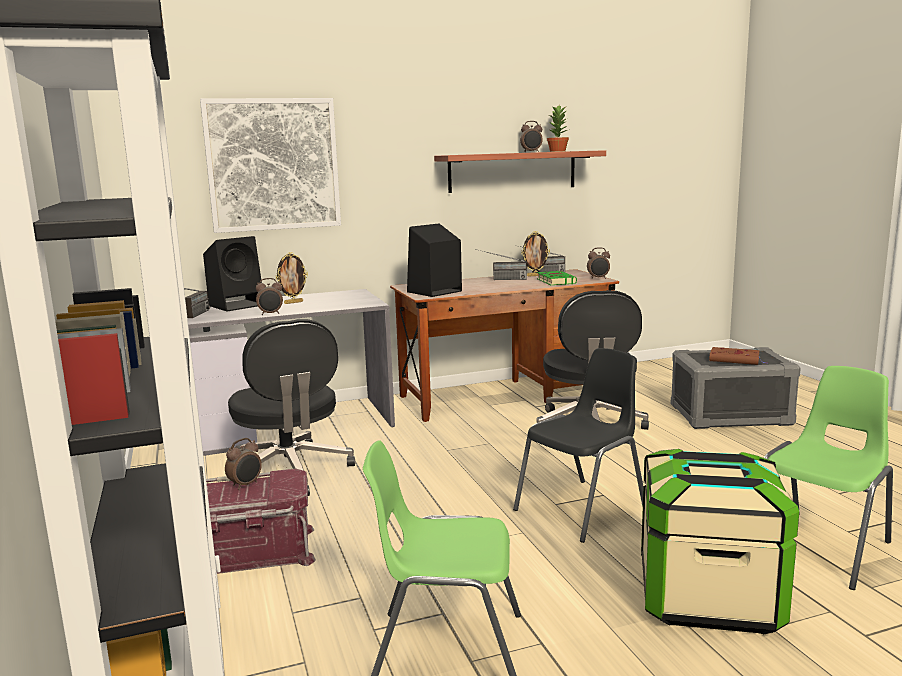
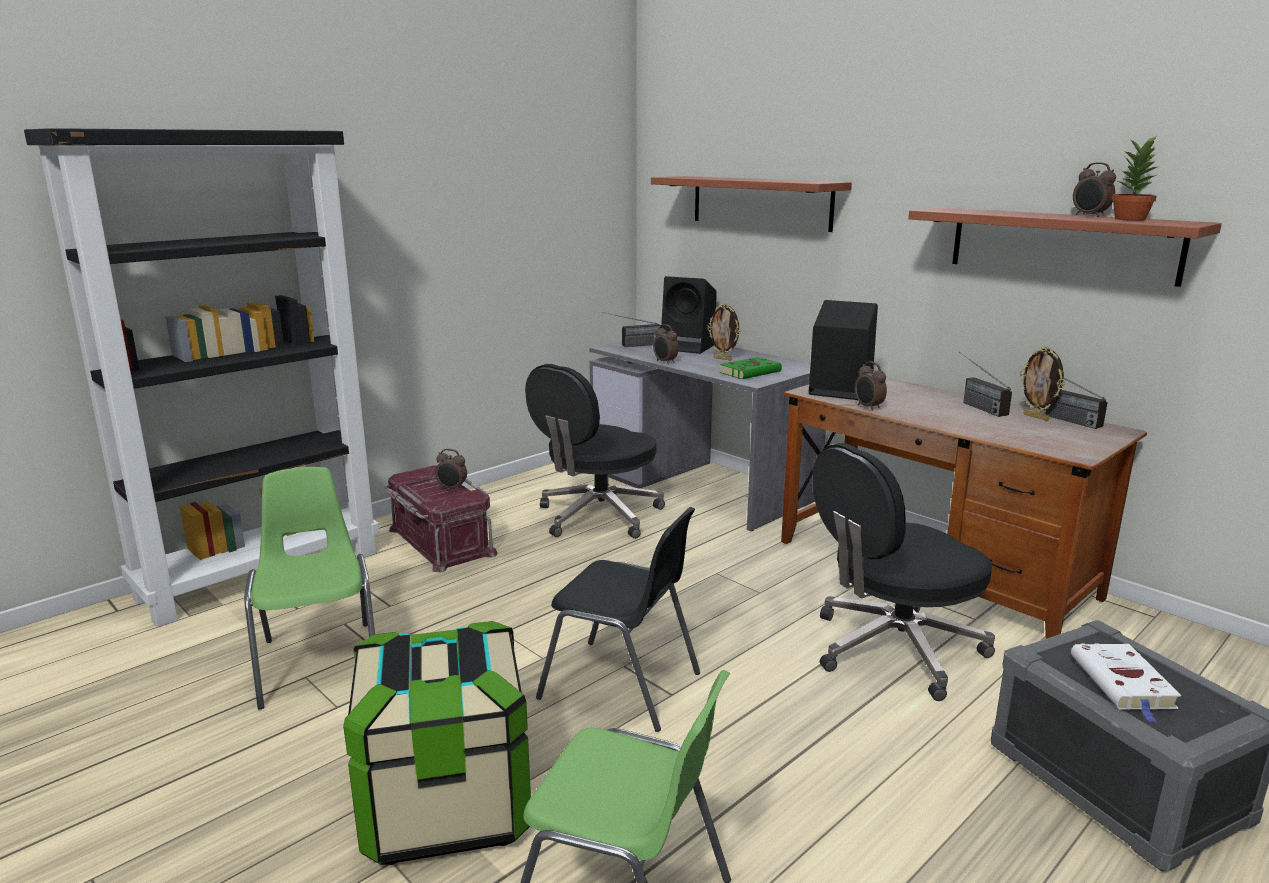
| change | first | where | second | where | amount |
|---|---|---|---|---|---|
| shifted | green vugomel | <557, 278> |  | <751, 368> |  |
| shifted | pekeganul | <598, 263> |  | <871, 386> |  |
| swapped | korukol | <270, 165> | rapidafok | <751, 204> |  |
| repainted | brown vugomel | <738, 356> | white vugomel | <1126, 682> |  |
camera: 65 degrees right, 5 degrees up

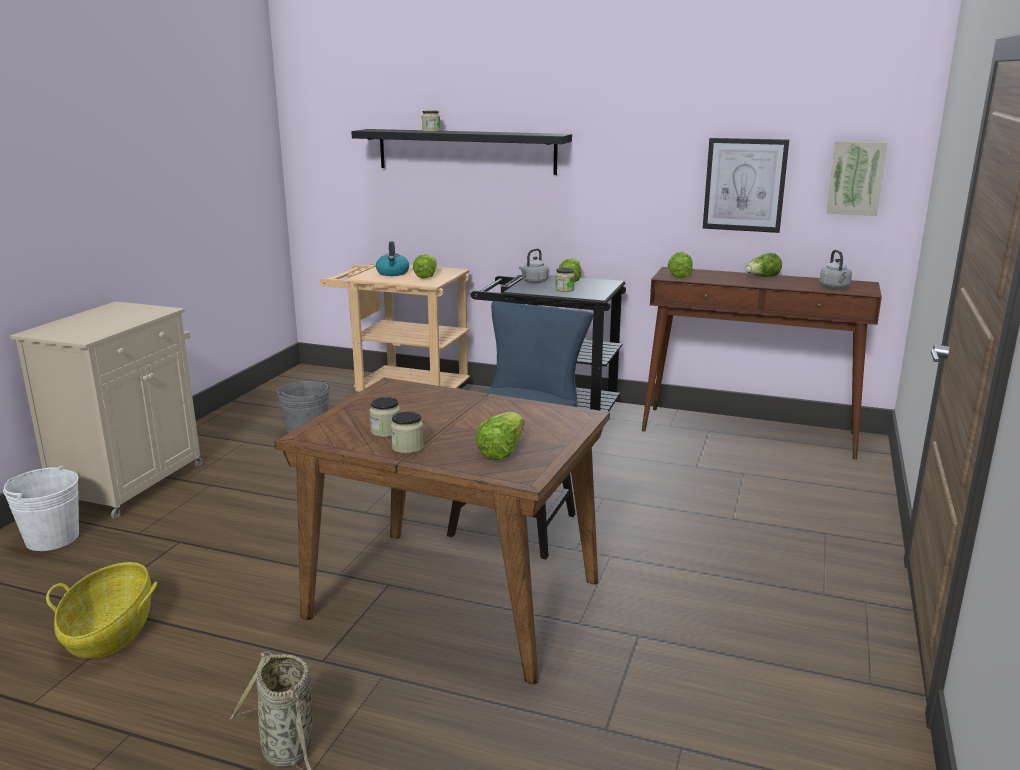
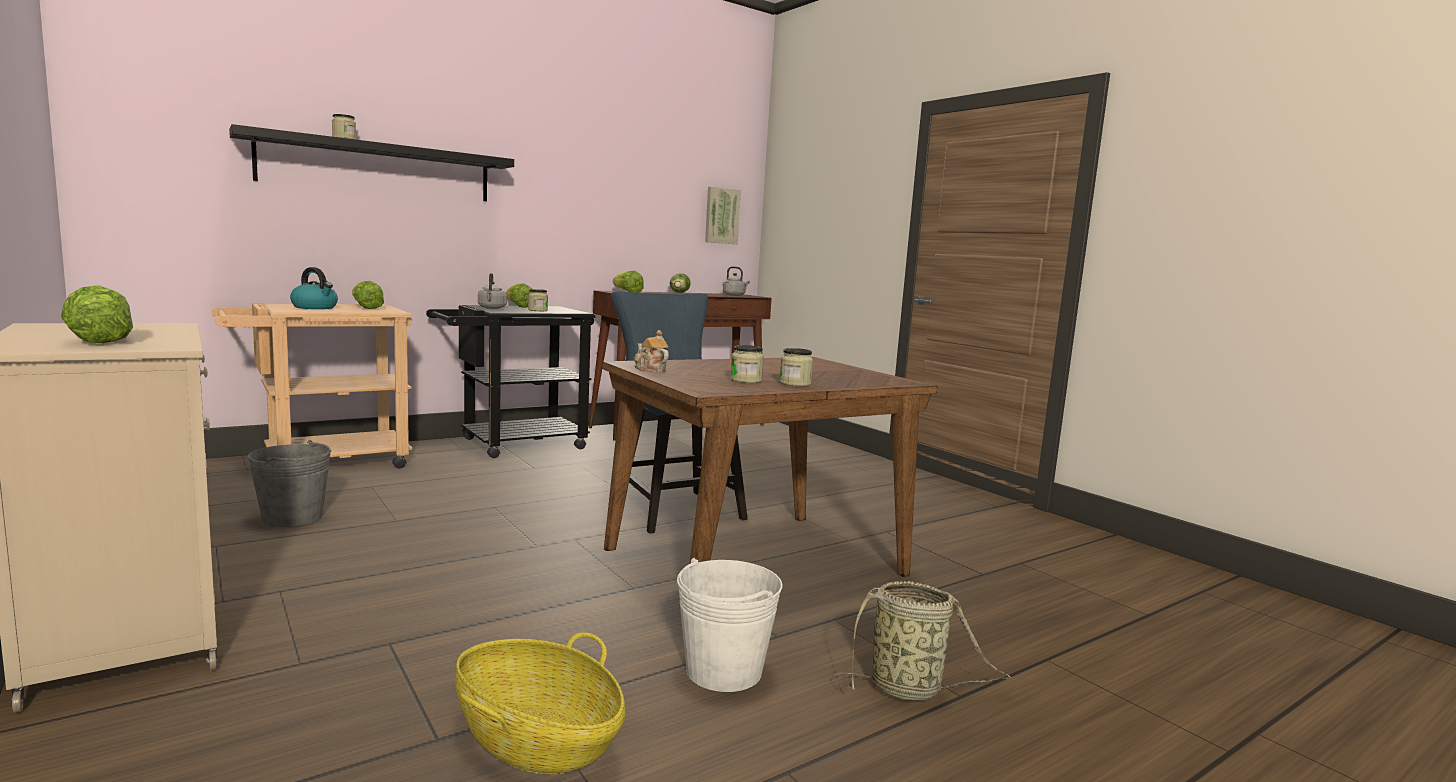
| change | first | where | second | where | amount |
|---|---|---|---|---|---|
| gone | korukol | <746, 185> |  |  |  |
| new |  |  | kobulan | <651, 351> |  |
| shifted | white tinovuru | <41, 508> |  | <729, 625> |  |
| shifted | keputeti | <499, 436> |  | <97, 314> |  |
camera: 55 degrees left, 10 degrees down

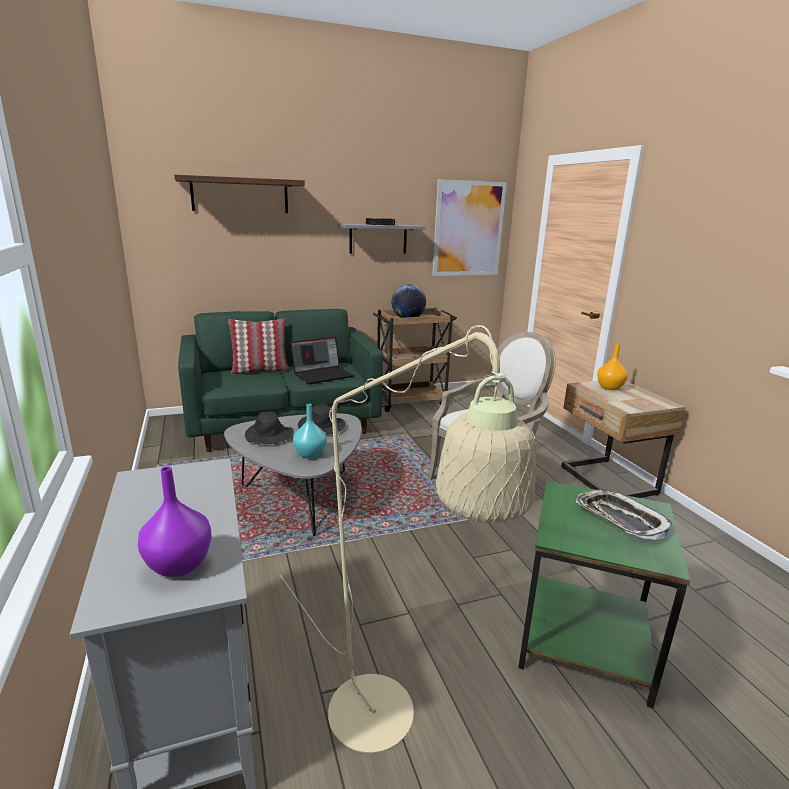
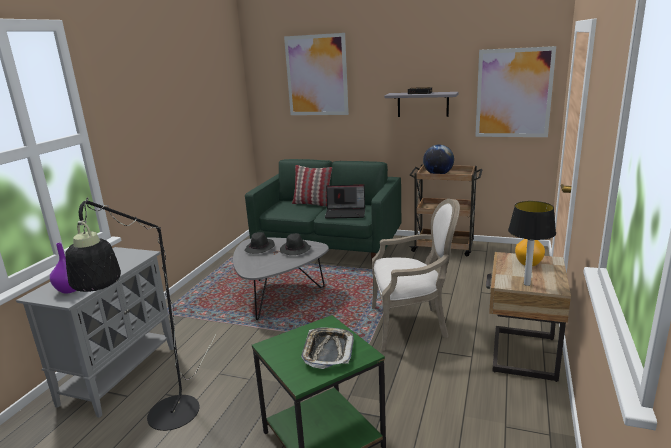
| change | first | where | second | where | amount |
|---|---|---|---|---|---|
| gone | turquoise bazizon | <310, 431> |  |  |  |
| new |  |  | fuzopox | <532, 243> |  |
| swapped | rapidafok | <239, 194> | korukol | <316, 74> |  |
| repainted | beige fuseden | <408, 539> | black fuseden | <140, 314> |  |
camera: 40 degrees right, 0 degrees up

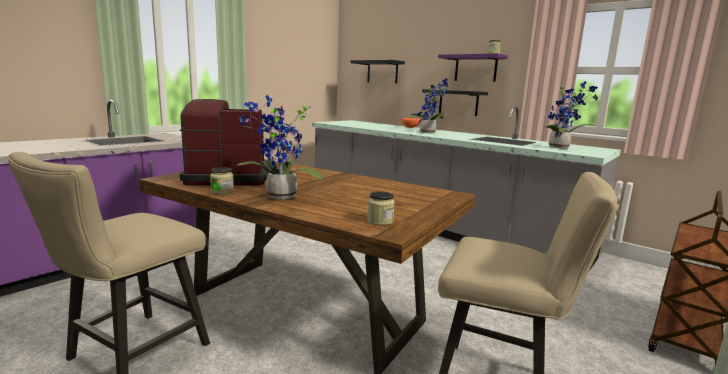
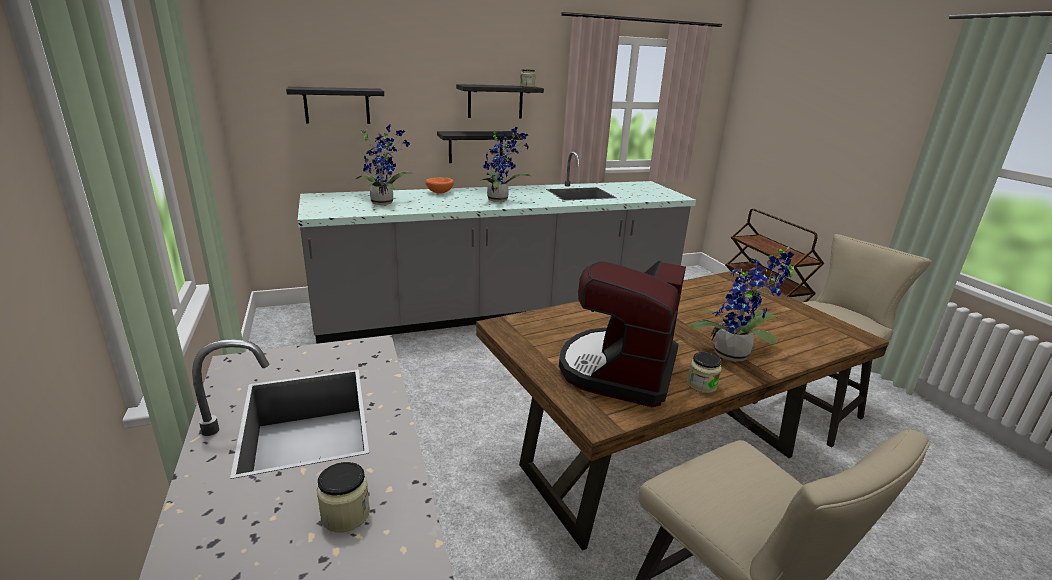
| change | first | where | second | where | amount |
|---|---|---|---|---|---|
| shifted | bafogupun | <381, 208> |  | <343, 497> |  |
| shifted | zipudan | <572, 115> |  | <384, 164> |  |
| repainted | purple rapidafok | <473, 67> | black rapidafok | <500, 101> |  |
camera: 60 degrees left, 10 degrees up

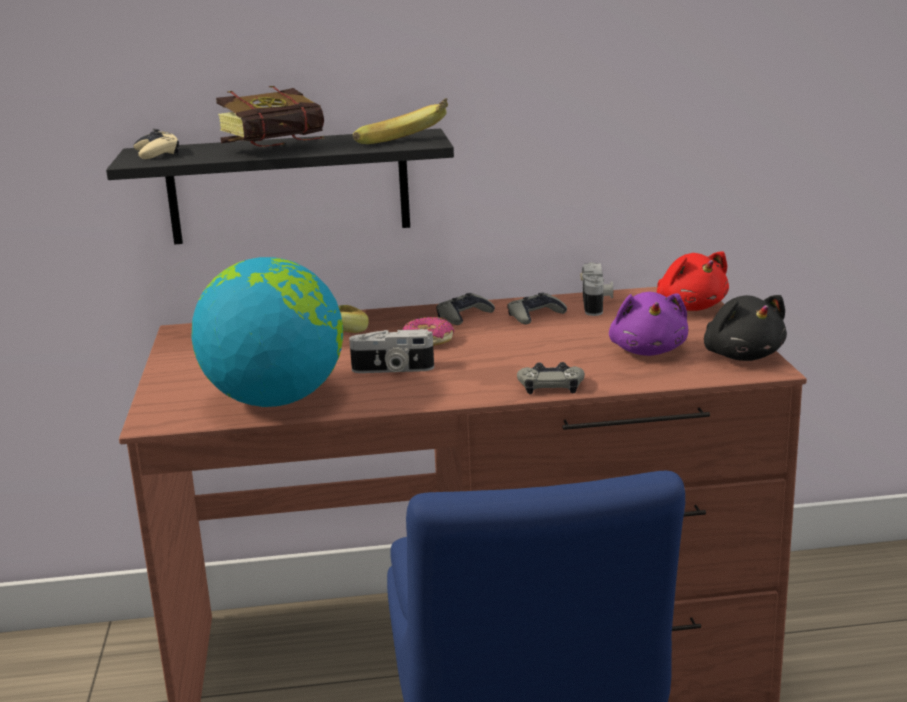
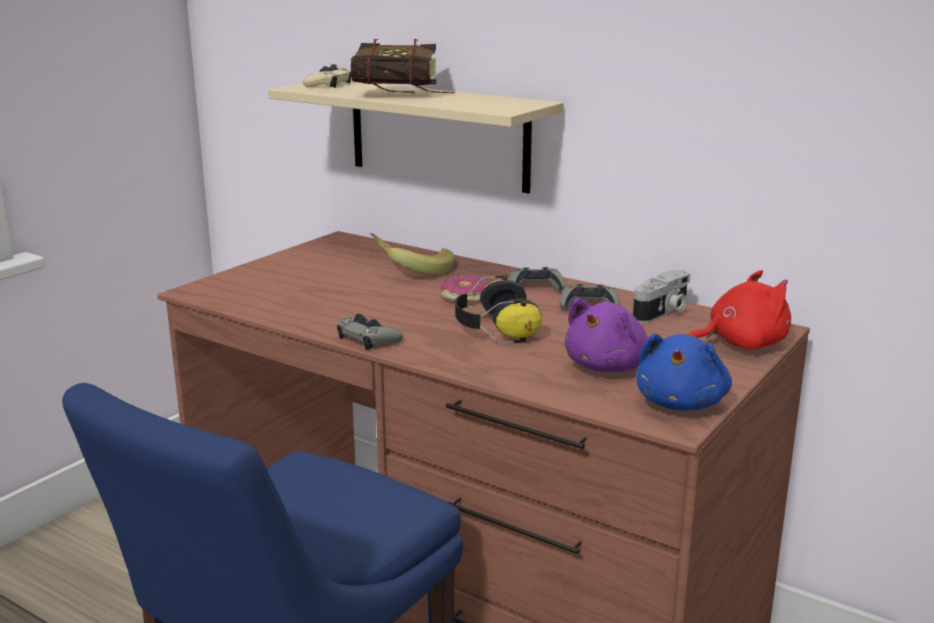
| change | first | where | second | where | amount |
|---|---|---|---|---|---|
| gone | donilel | <267, 332> |  |  |  |
| gone | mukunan | <391, 351> |  |  |  |
| gone | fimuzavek | <400, 121> |  |  |  |
| new |  |  | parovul | <498, 309> |  |
| shifted | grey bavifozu | <551, 378> |  | <370, 331> |  |
| repainted | black rapidafok | <280, 186> | beige rapidafok | <416, 137> |  |
| repainted | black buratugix | <745, 328> | blue buratugix | <684, 372> |  |
| rotated | red buratugix | <693, 281> |  | <738, 310> | 120 degrees counterclockwise |
camera: 40 degrees right, 0 degrees up

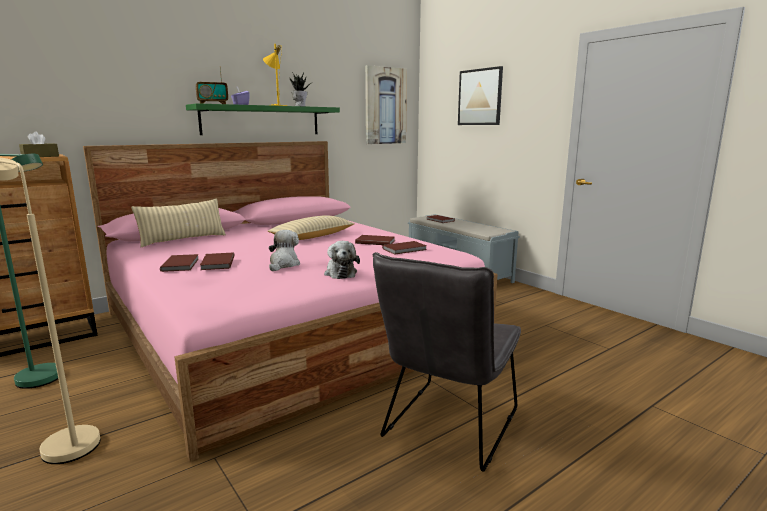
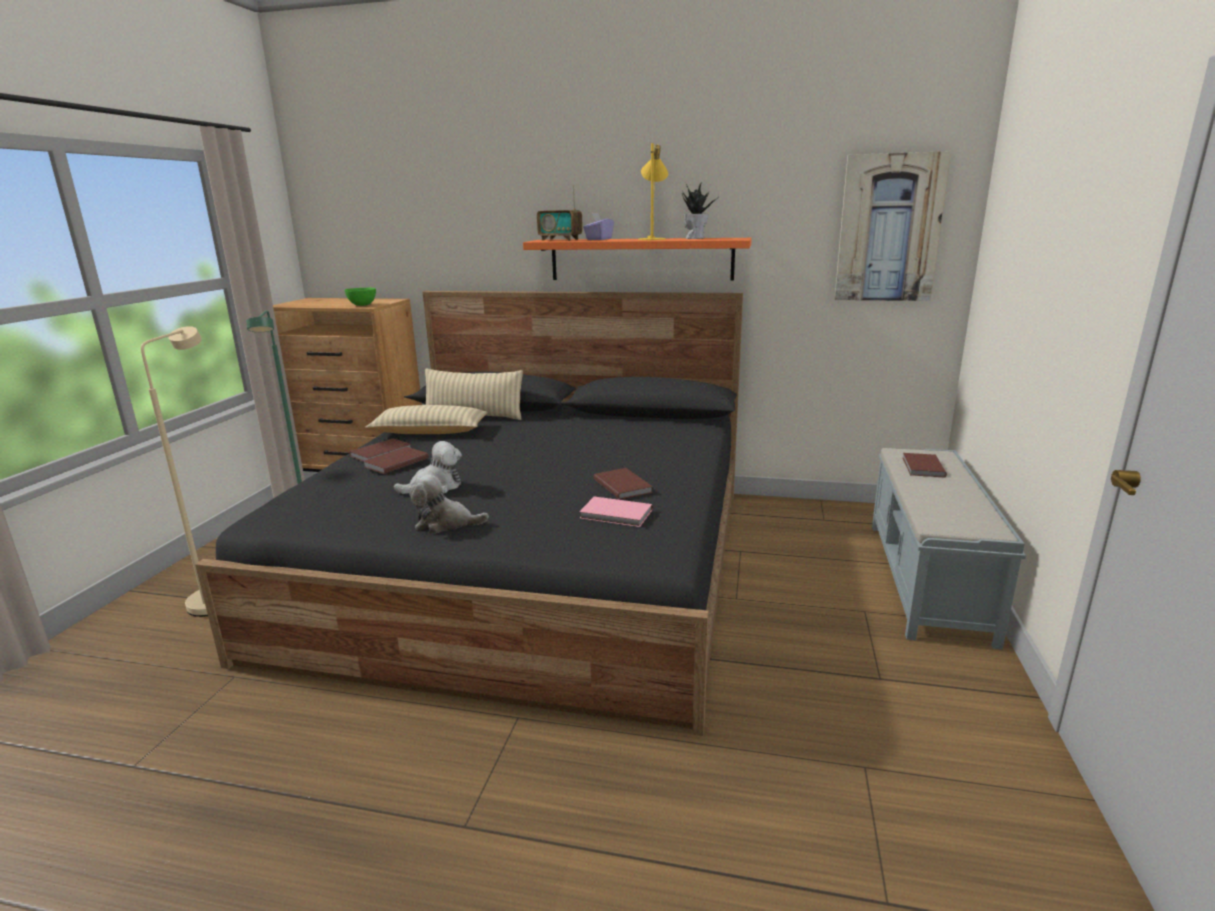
| change | first | where | second | where | amount |
|---|---|---|---|---|---|
| gone | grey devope | <447, 362> |  |  |  |
| gone | korukol | <480, 95> |  |  |  |
| shifted | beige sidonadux | <311, 227> |  | <426, 419> |  |
| swapped | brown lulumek | <39, 144> | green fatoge | <360, 297> |  |
| repainted | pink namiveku | <290, 301> | black namiveku | <469, 513> |  |
| repainted | green rapidafok | <263, 119> | orange rapidafok | <637, 259> |  |
| repainted | brown vugomel | <404, 248> | pink vugomel | <616, 511> |  |
| rotated | buratugix | <342, 260> |  | <449, 503> | 60 degrees clockwise |
camera: 50 degrees right, 5 degrees up

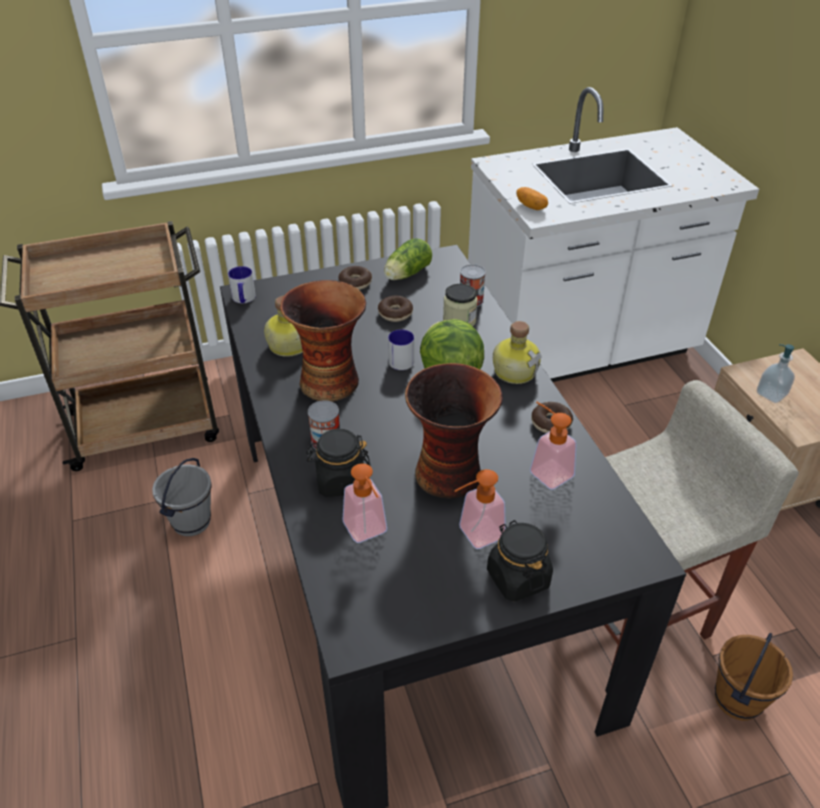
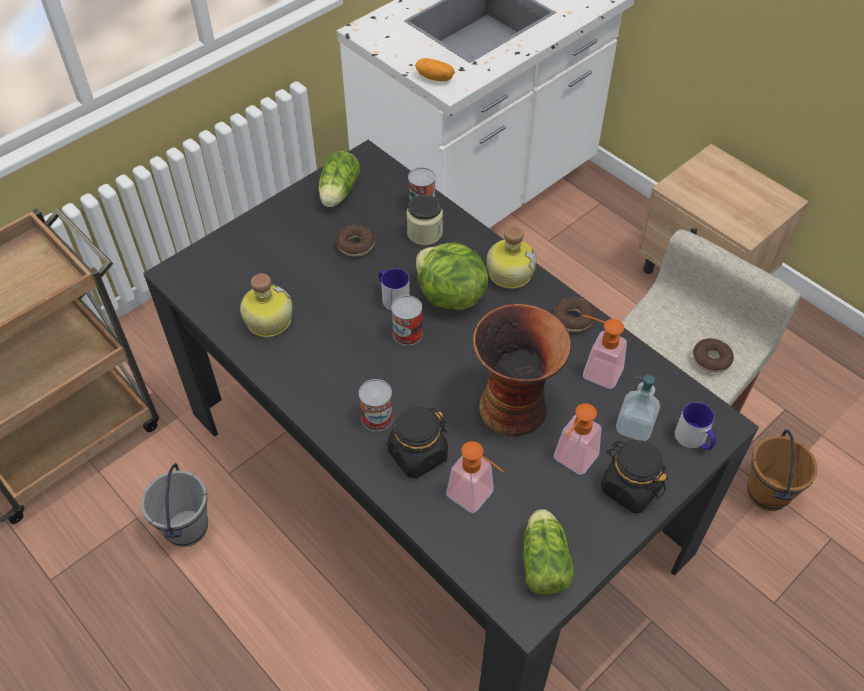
| change | first | where | second | where | amount |
|---|---|---|---|---|---|
| gone | bazizon | <323, 341> |  |  |  |
| new |  |  | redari | <407, 320> |  |
| new |  |  | keputeti | <548, 552> |  |
| shifted | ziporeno | <242, 284> |  | <695, 426> |  |
| shifted | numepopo | <355, 278> |  | <713, 355> |  |
| shifted | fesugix | <776, 373> |  | <638, 408> |  |
camera: 25 degrees left, 10 degrees up

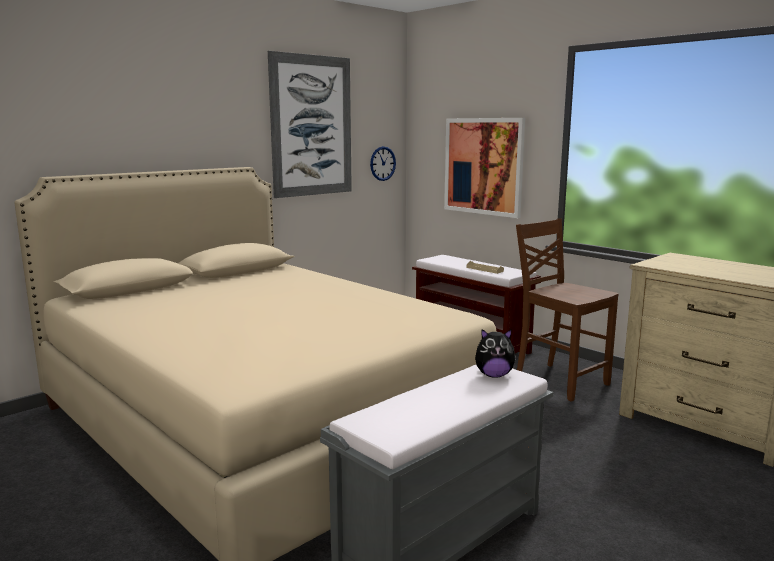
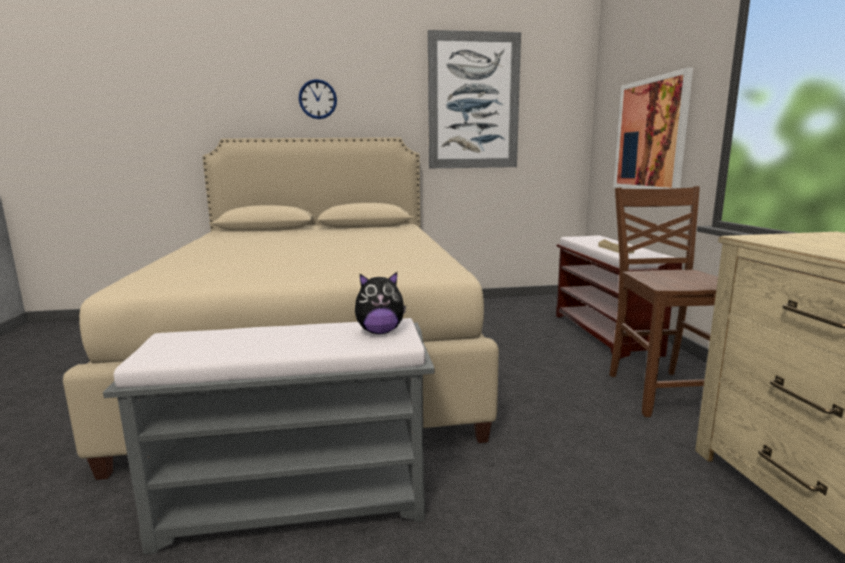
| change | first | where | second | where | amount |
|---|---|---|---|---|---|
| shifted | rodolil | <383, 163> |  | <318, 99> |  |
| rotated | buratugix | <495, 353> |  | <380, 303> | 45 degrees counterclockwise |
camera: 35 degrees right, 0 degrees up

